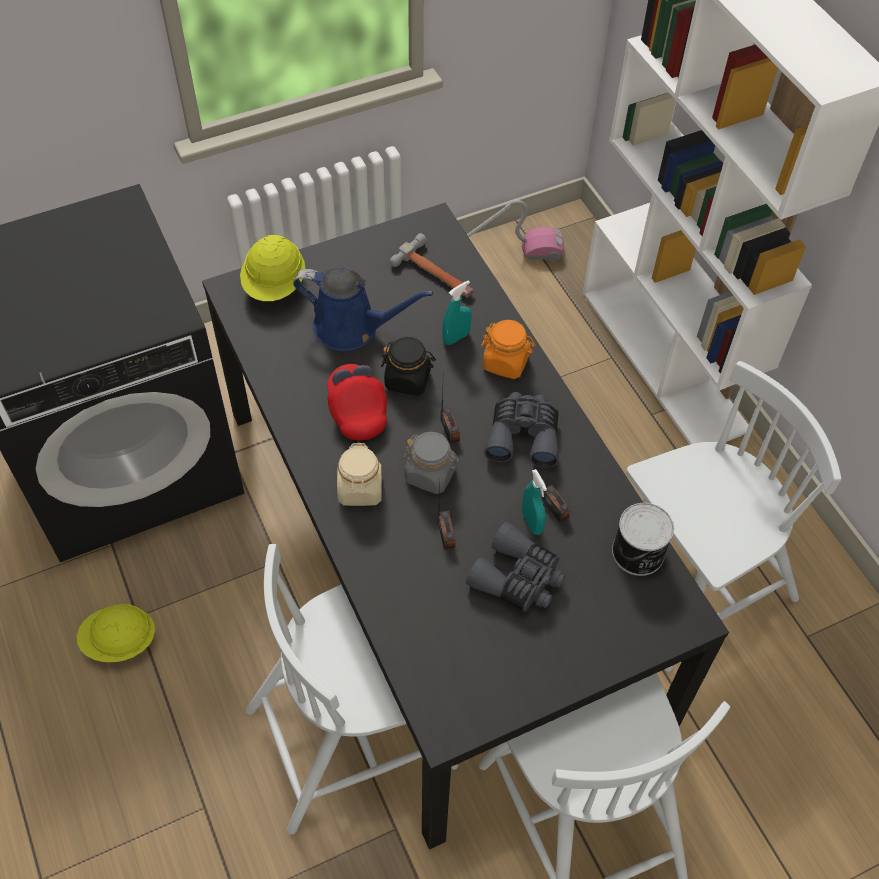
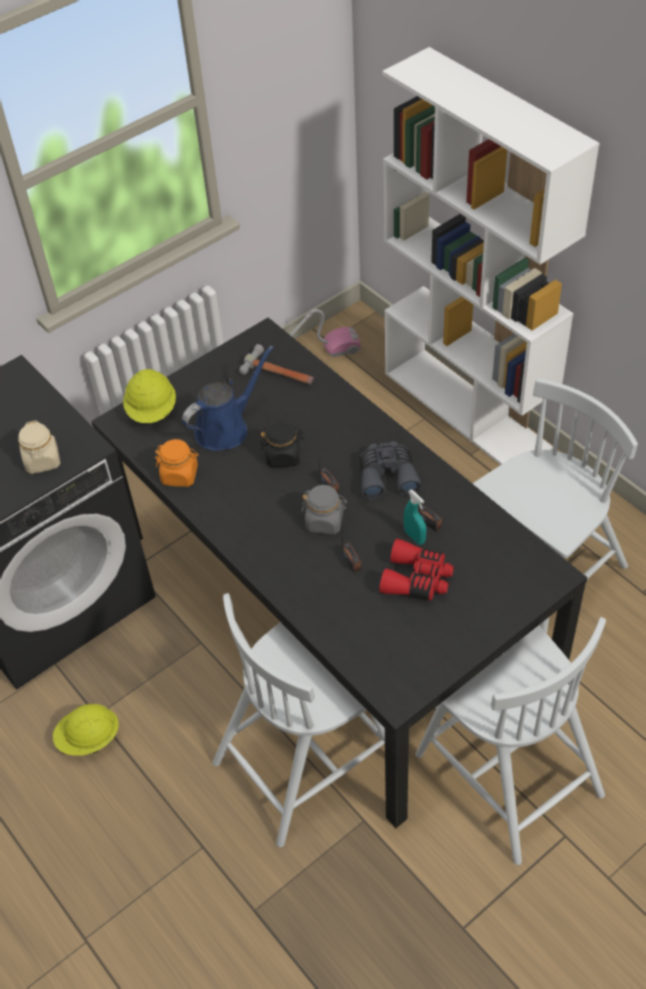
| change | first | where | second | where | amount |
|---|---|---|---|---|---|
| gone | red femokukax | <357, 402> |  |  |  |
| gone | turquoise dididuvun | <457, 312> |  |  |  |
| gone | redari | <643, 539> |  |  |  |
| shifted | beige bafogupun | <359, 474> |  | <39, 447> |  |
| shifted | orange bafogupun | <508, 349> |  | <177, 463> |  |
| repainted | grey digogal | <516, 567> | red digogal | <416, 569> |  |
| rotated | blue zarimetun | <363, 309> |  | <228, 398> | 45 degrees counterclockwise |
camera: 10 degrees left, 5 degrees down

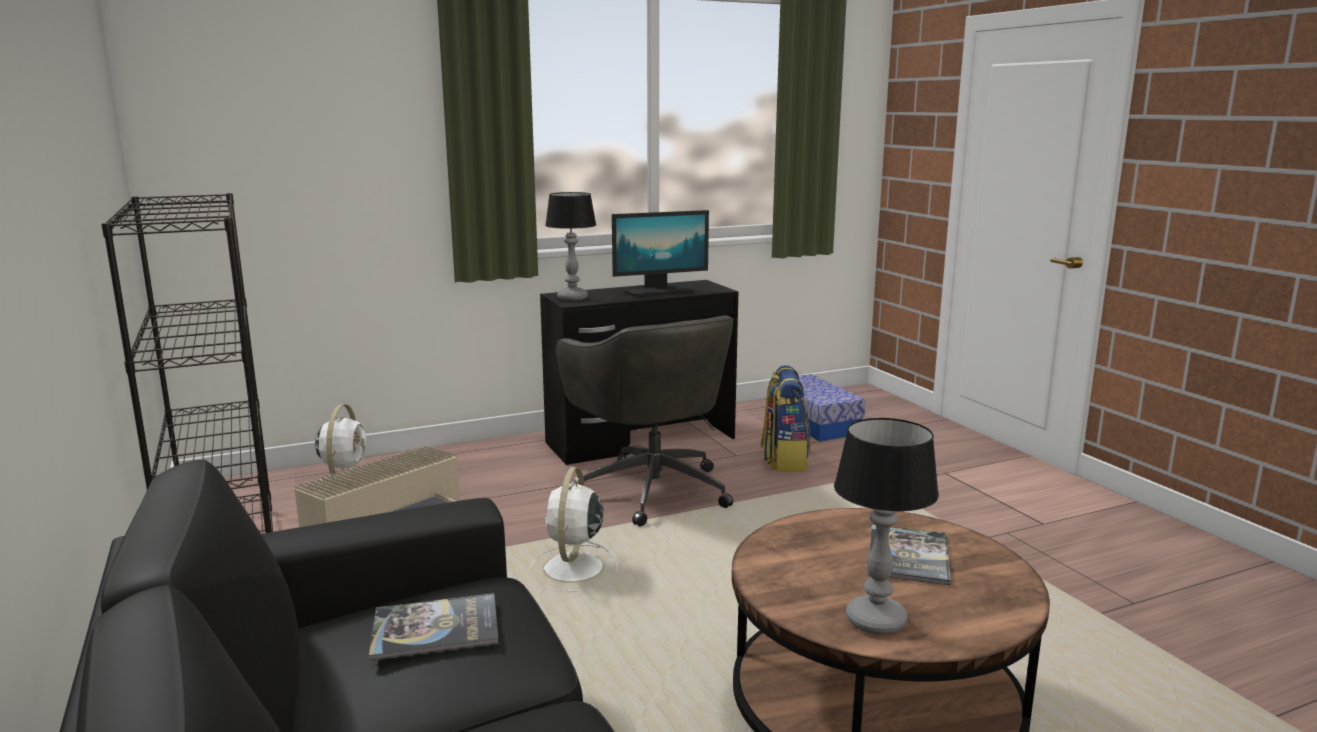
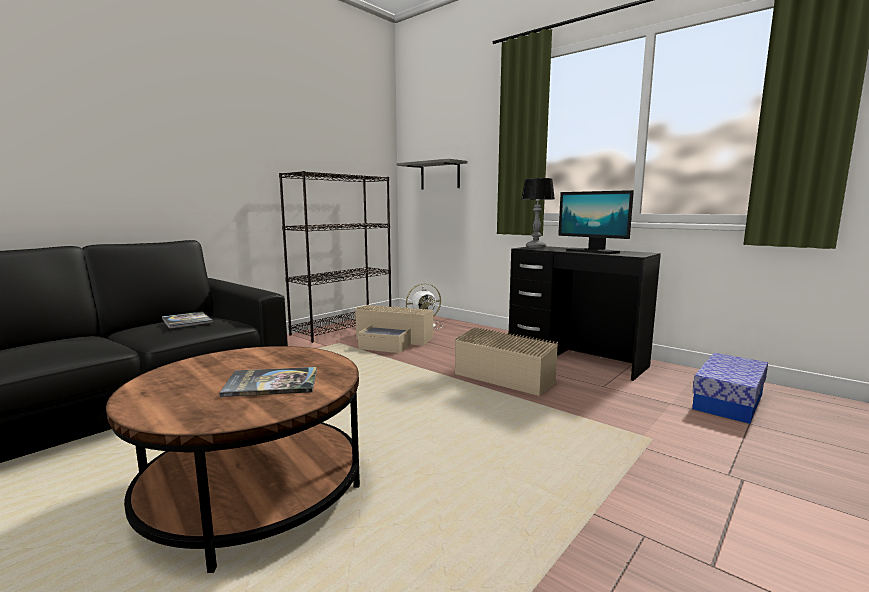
| change | first | where | second | where | amount |
|---|---|---|---|---|---|
| gone | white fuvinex | <574, 529> |  |  |  |
| gone | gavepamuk | <786, 418> |  |  |  |
| gone | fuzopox | <886, 526> |  |  |  |
| new |  |  | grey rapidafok | <432, 174> |  |
| swapped | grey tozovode | <644, 420> | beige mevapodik | <506, 361> |  |
camera: 65 degrees right, 5 degrees down

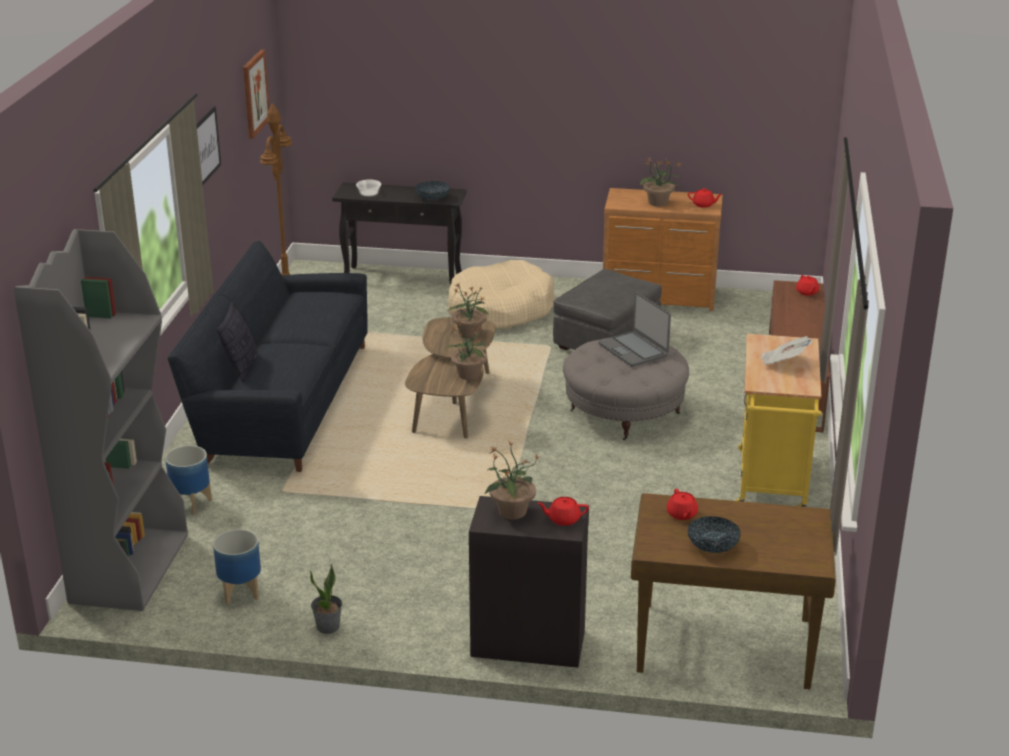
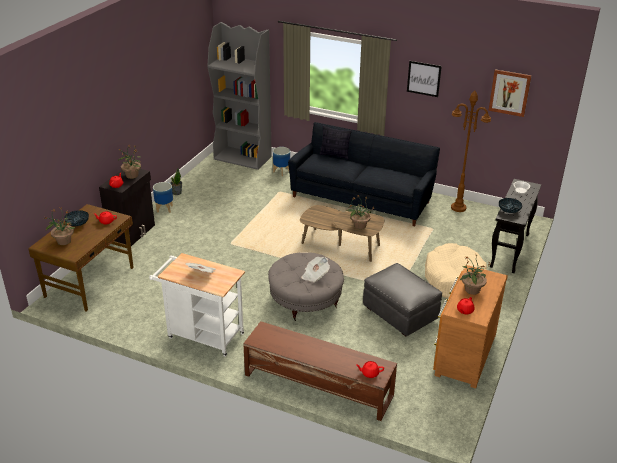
| change | first | where | second | where | amount |
|---|---|---|---|---|---|
| shifted | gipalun | <237, 566> |  | <163, 197> |  |
| shifted | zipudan | <466, 350> |  | <60, 226> |  |
| swapped | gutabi | <634, 329> | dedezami | <315, 270> |  |
| repainted | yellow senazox | <779, 420> | white senazox | <197, 305> |  |
camera: 105 degrees right, 5 degrees up

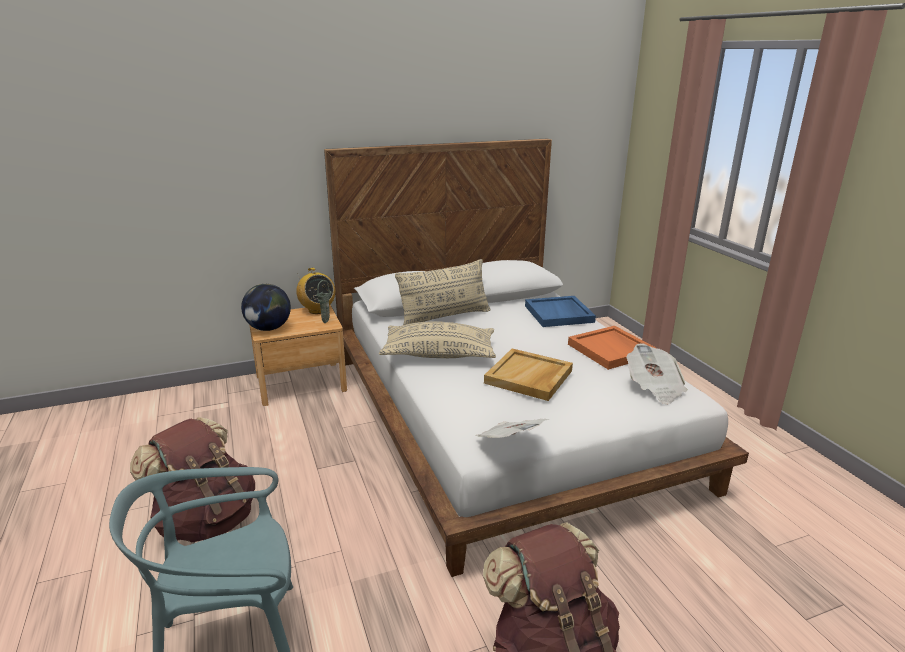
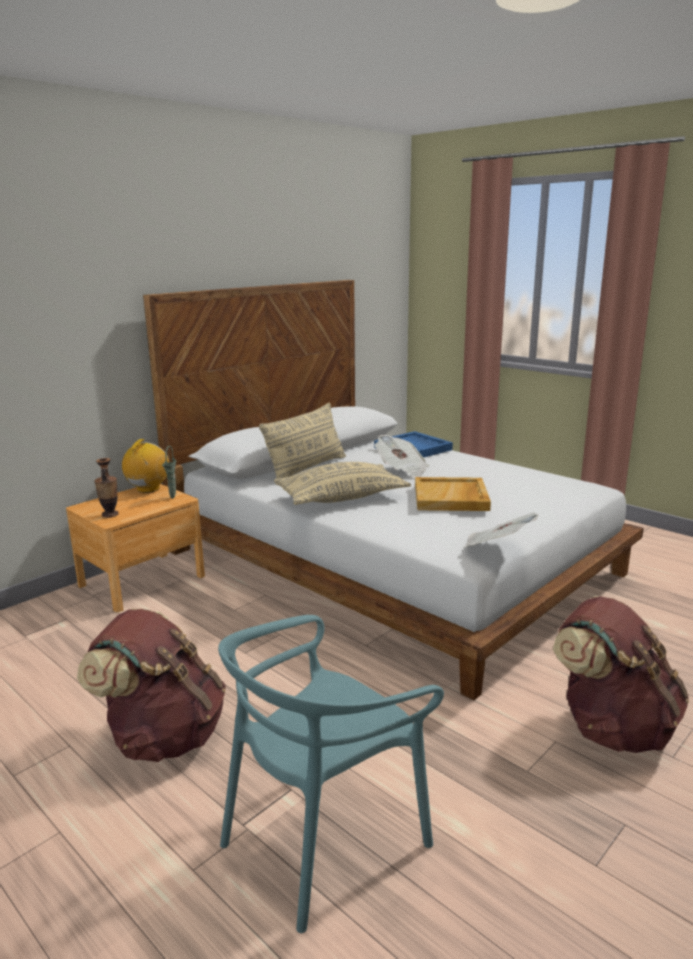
| change | first | where | second | where | amount |
|---|---|---|---|---|---|
| gone | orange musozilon | <612, 348> |  |  |  |
| shifted | dedezami | <657, 374> |  | <402, 456> |  |
| swapped | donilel | <266, 307> | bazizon | <107, 488> |  |
| rotated | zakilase | <315, 291> |  | <145, 466> | 105 degrees counterclockwise |
camera: 25 degrees left, 5 degrees down

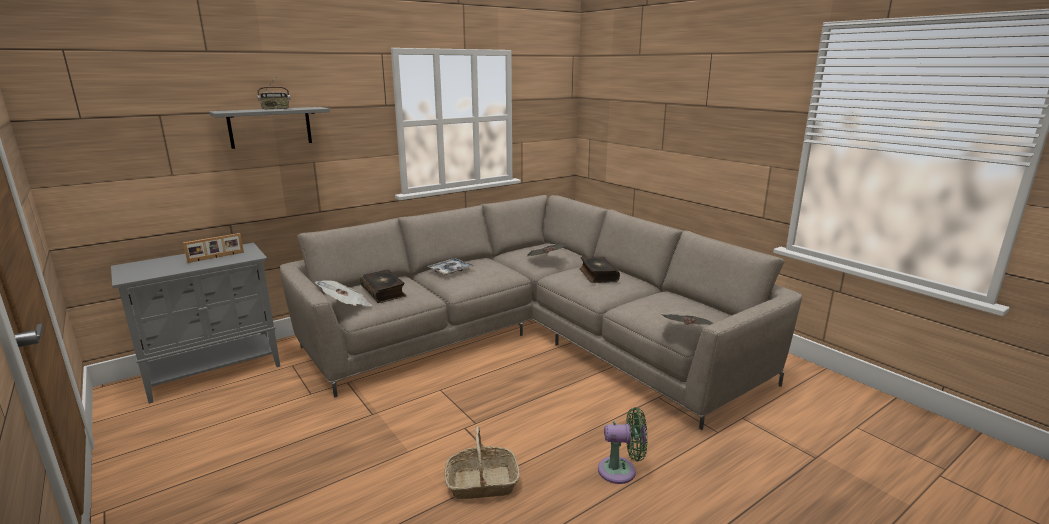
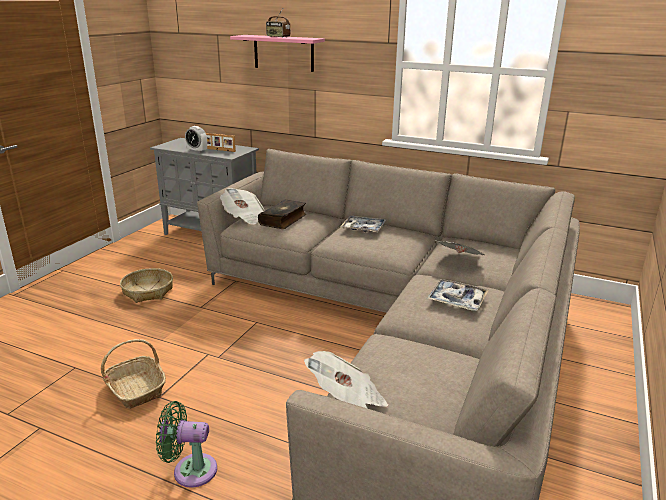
| change | first | where | second | where | amount |
|---|---|---|---|---|---|
| new |  |  | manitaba | <146, 285> |  |
| new |  |  | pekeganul | <196, 139> |  |
| swapped | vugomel | <599, 270> | musozilon | <458, 295> |  |
| repainted | grey rapidafok | <269, 128> | pink rapidafok | <277, 53> |  |
| rotated | green fuvinex | <622, 445> |  | <186, 444> | 120 degrees clockwise |
camera: 60 degrees right, 5 degrees up

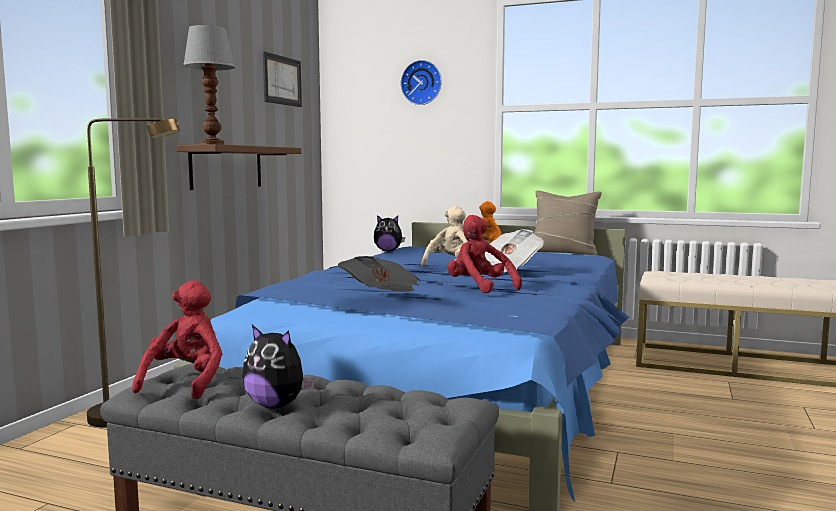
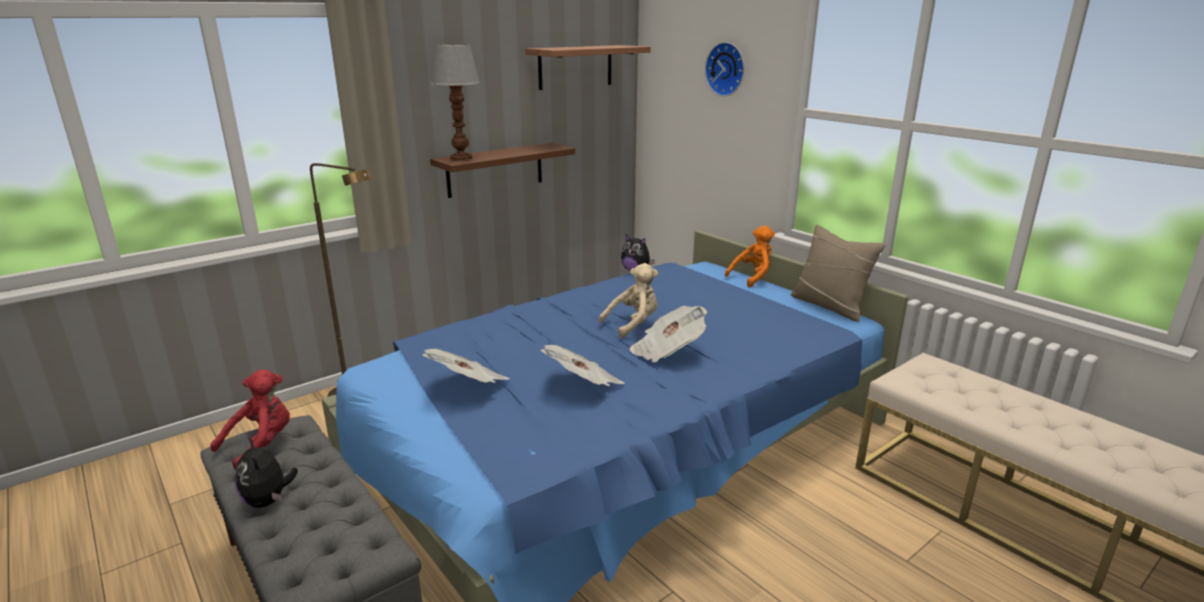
| change | first | where | second | where | amount |
|---|---|---|---|---|---|
| swapped | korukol | <282, 79> | rapidafok | <588, 67> |  |
| swapped | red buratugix | <484, 254> | dedezami | <583, 365> |  |
camera: 30 degrees right, 15 degrees up

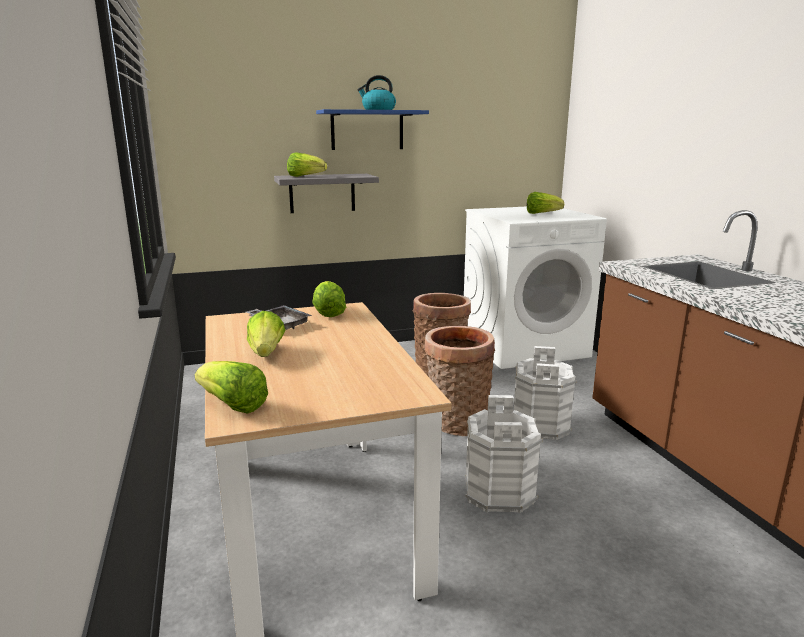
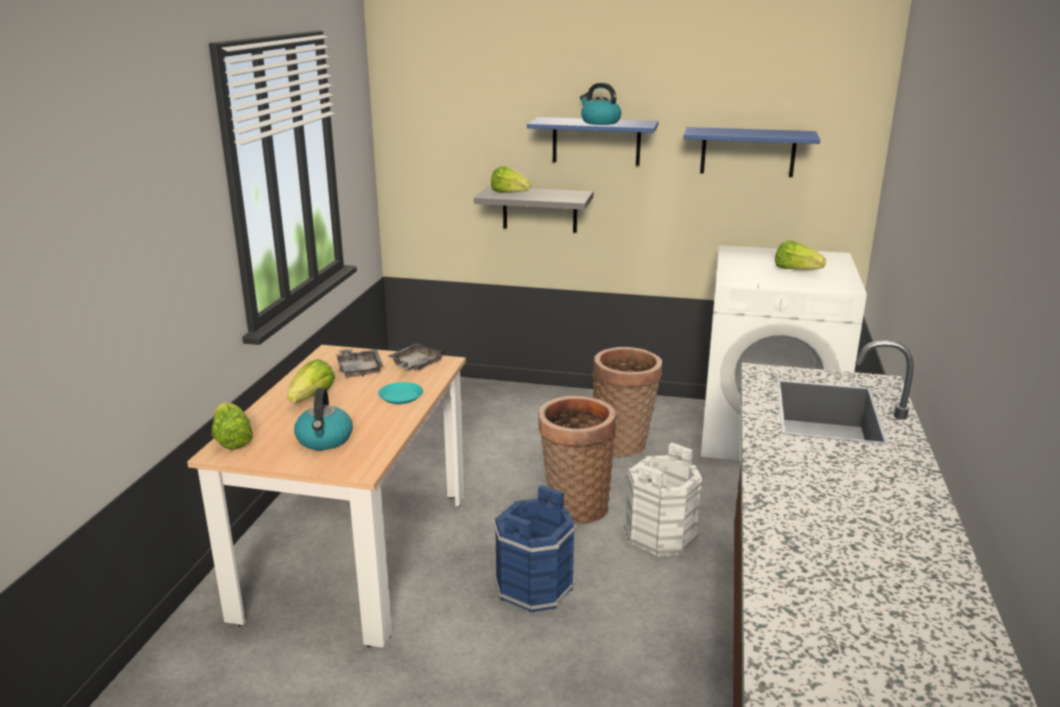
| change | first | where | second | where | amount |
|---|---|---|---|---|---|
| new |  |  | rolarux | <323, 419> |  |
| new |  |  | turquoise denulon | <400, 393> |  |
| new |  |  | blue rapidafok | <751, 152> |  |
| swapped | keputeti | <329, 299> | grey musozilon | <417, 357> |  |
| repainted | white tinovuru | <504, 454> | blue tinovuru | <534, 549> |  |
camera: 30 degrees right, 5 degrees up

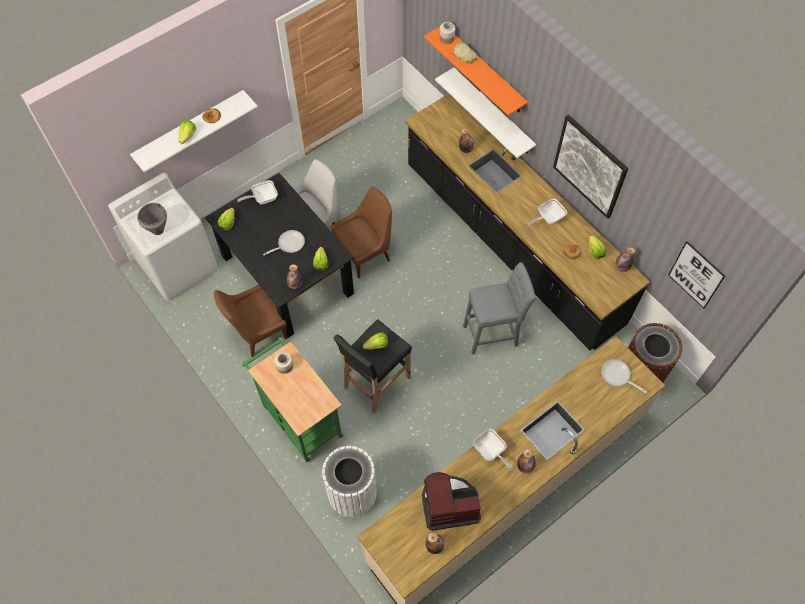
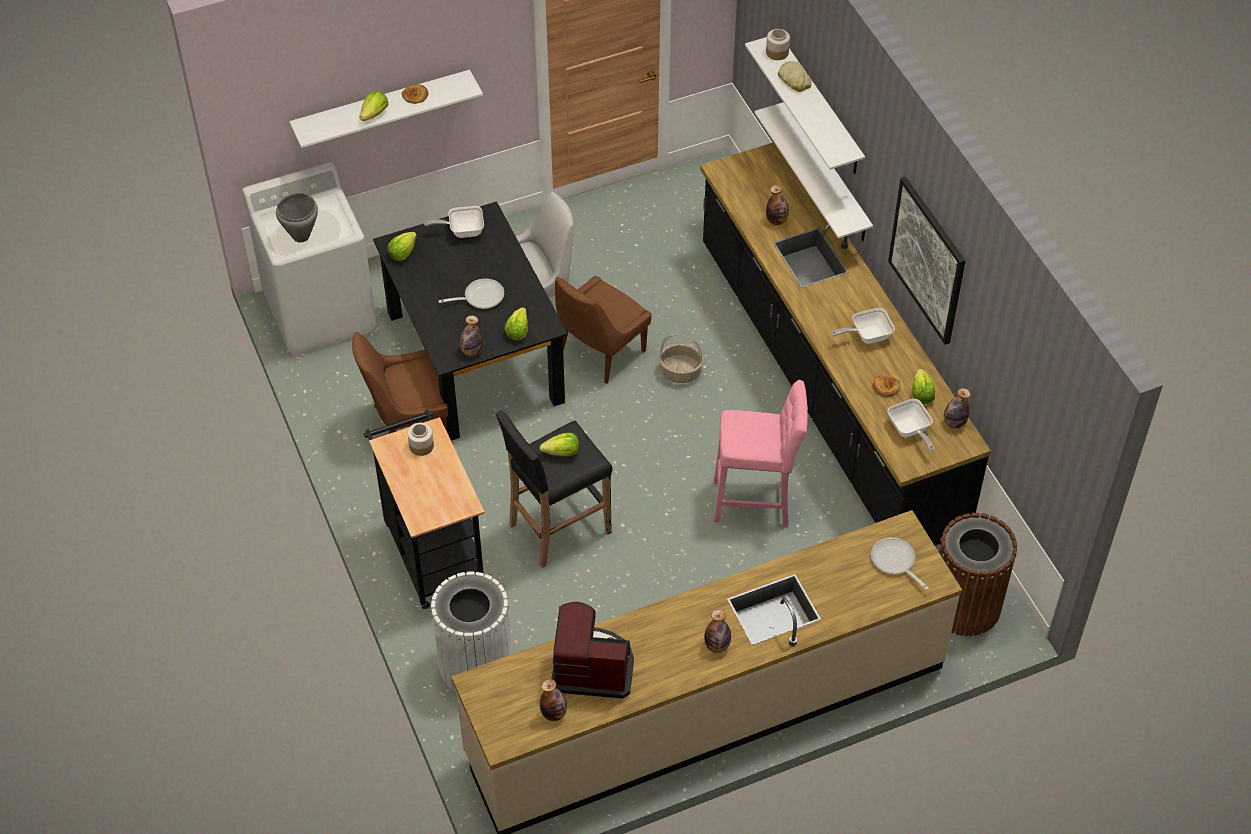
| change | first | where | second | where | amount |
|---|---|---|---|---|---|
| gone | korukol | <696, 275> |  |  |  |
| new |  |  | manitaba | <681, 358> |  |
| shifted | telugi | <493, 450> |  | <911, 425> |  |
| repainted | green senazox | <293, 399> | black senazox | <424, 509> |  |
| repainted | orange rapidafok | <476, 71> | white rapidafok | <805, 105> |  |
| repainted | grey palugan | <499, 308> | pink palugan | <761, 453> |  |
| rotated | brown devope | <361, 233> |  | <603, 330> | 150 degrees clockwise |
camera: 15 degrees right, 10 degrees down

